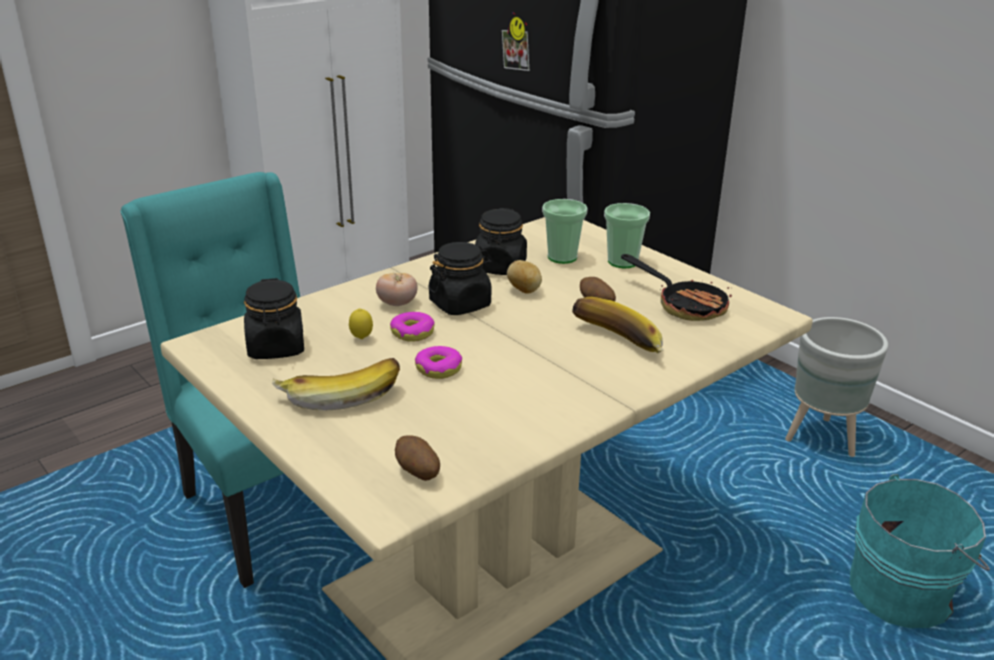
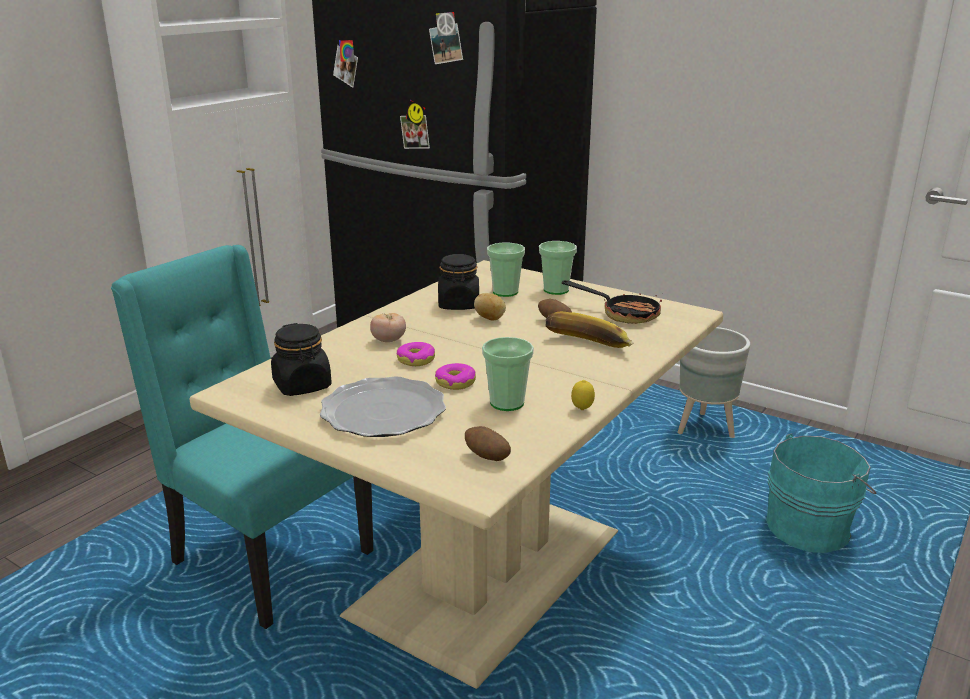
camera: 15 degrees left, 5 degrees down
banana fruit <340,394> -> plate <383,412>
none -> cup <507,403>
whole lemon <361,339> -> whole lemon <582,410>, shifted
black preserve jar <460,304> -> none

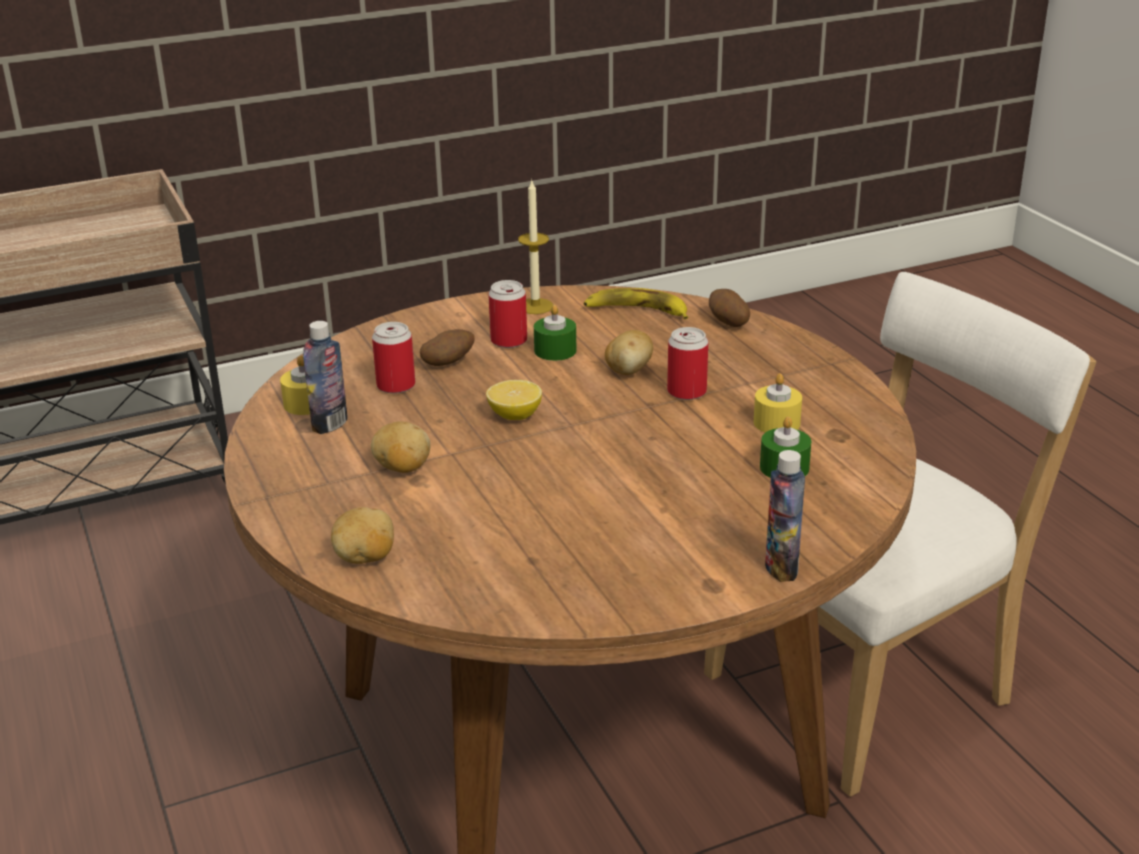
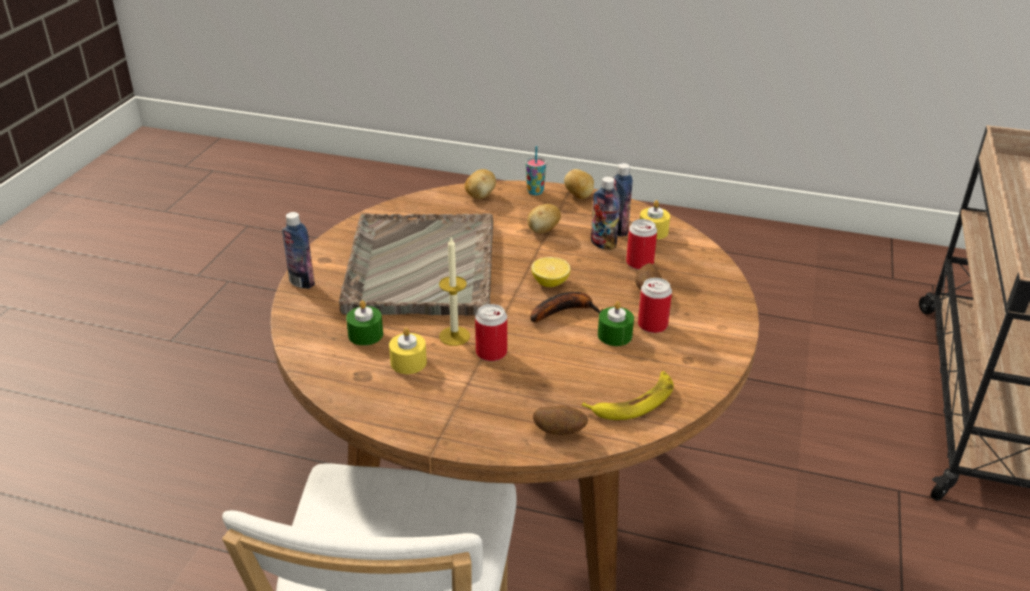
camera: 130 degrees right, 5 degrees up
none -> gray carrying tray <420,267>
wax candle <535,306> -> wax candle <454,336>, shifted
none -> cup <535,192>
none -> banana fruit <564,311>
potato <629,371> -> potato <579,196>, shifted
none -> beverage bottle <603,244>

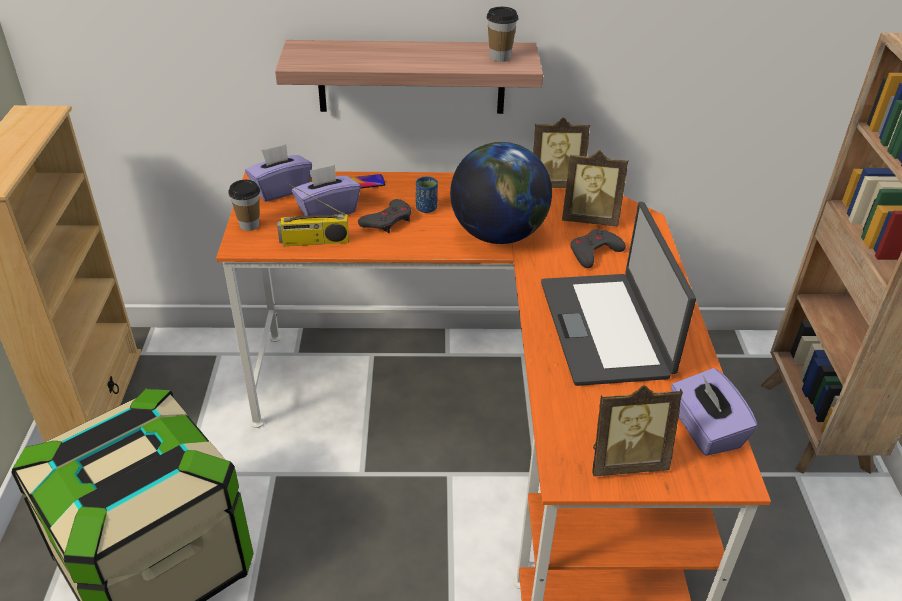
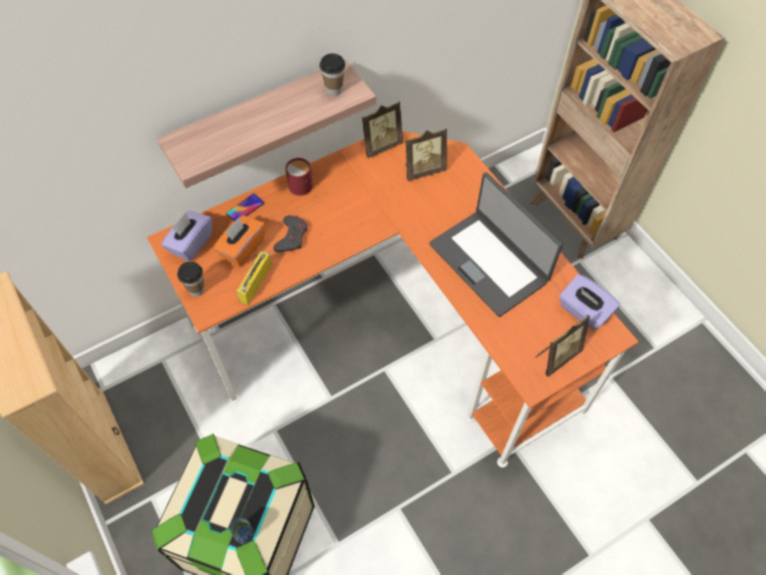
camera: 30 degrees left, 20 degrees up
purple tissue box <327,211> -> orangey tissue box <242,248>
bluish cup <426,208> -> bluish cup <244,534>, shifted
radio receiver <314,241> -> radio receiver <255,282>, 150 degrees clockwise
none -> red-coloured tea mug <302,184>
desk globe <498,234> -> none
gray gamepad <594,252> -> none

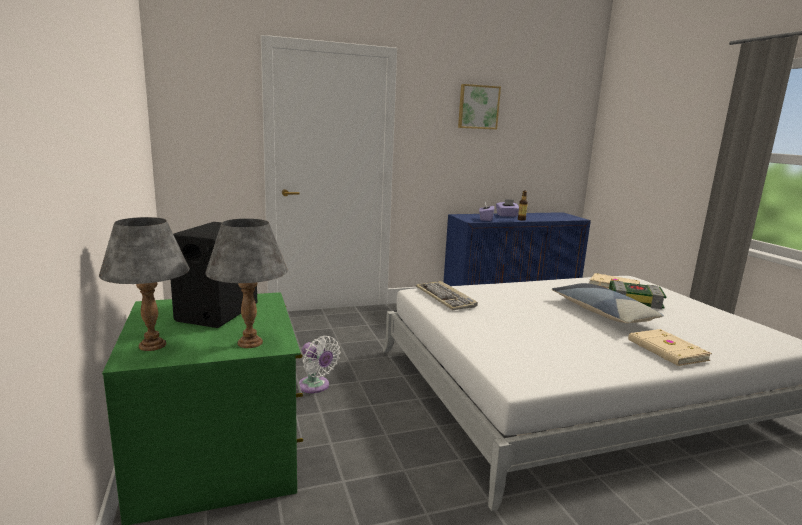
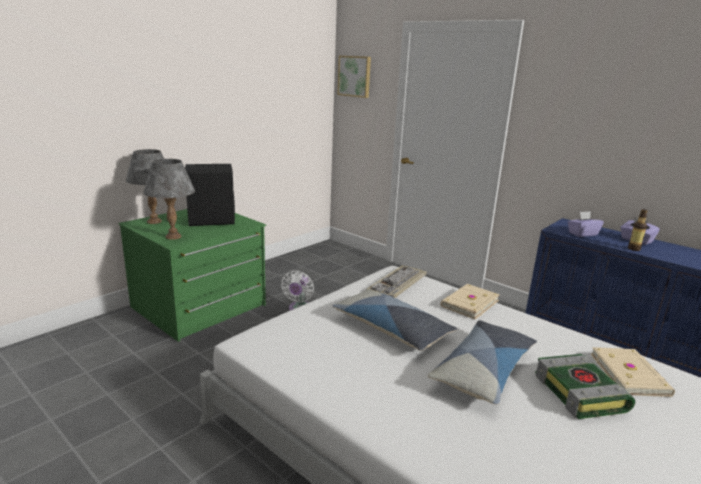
camera: 60 degrees right, 5 degrees up
none -> throw pillow <391,329>
wall picture <478,107> -> wall picture <355,76>, shifted
beige volume <666,350> -> beige volume <468,303>, shifted

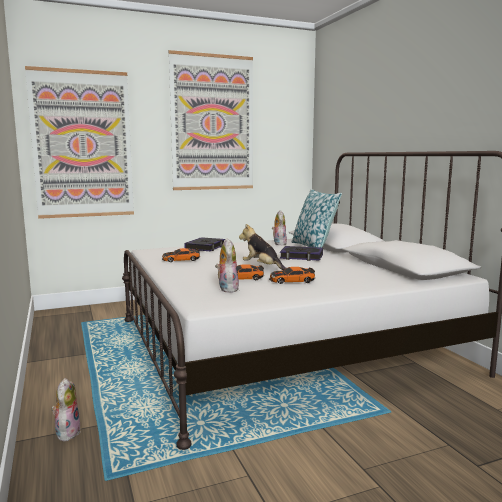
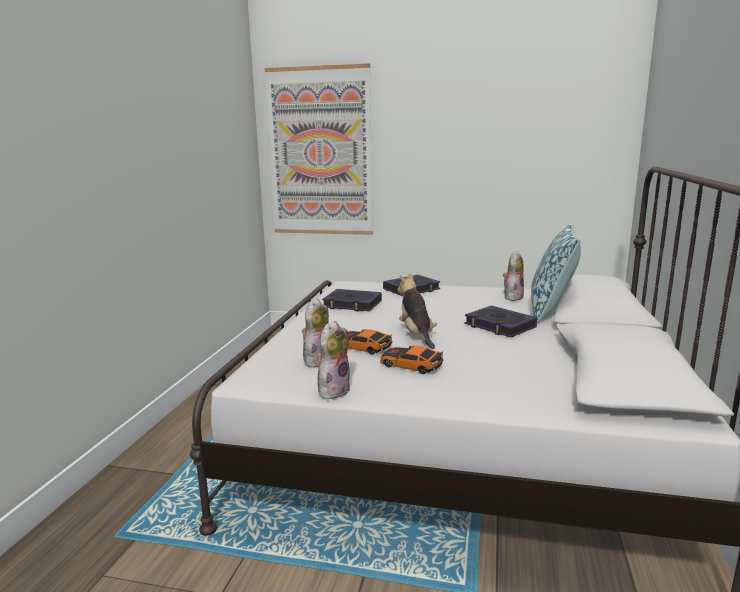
camera: 35 degrees right, 5 degrees up
plush toy <67,432> -> plush toy <333,390>, shifted
model car <181,259> -> volume <352,304>
wall picture <212,123> -> none

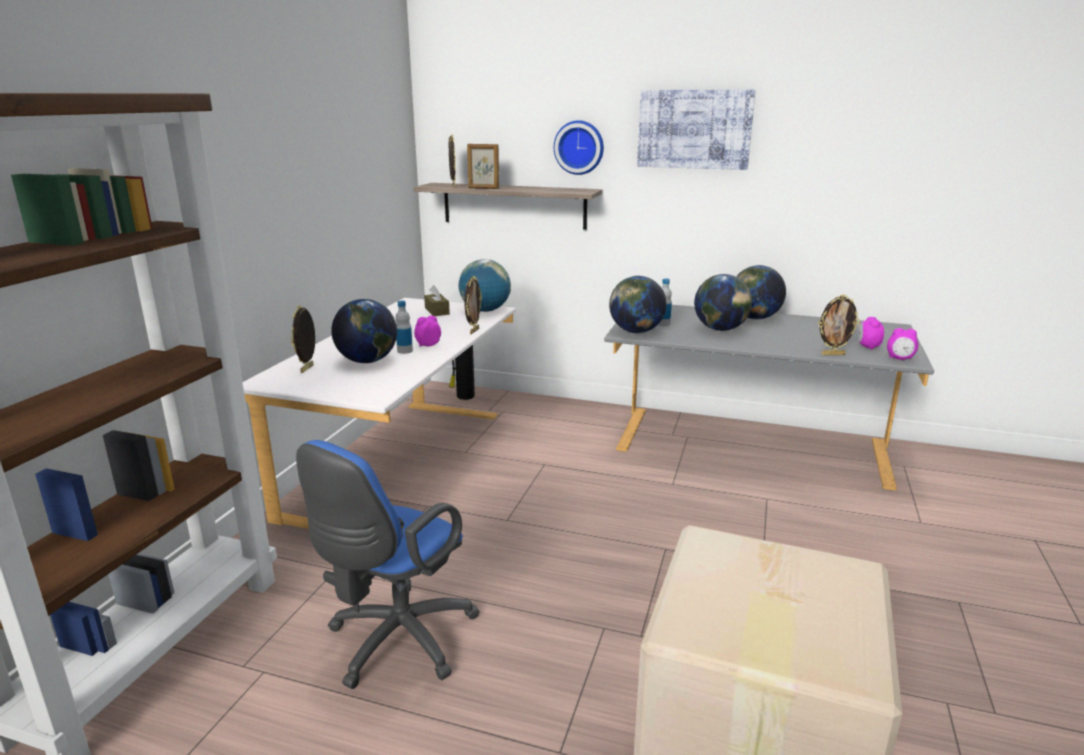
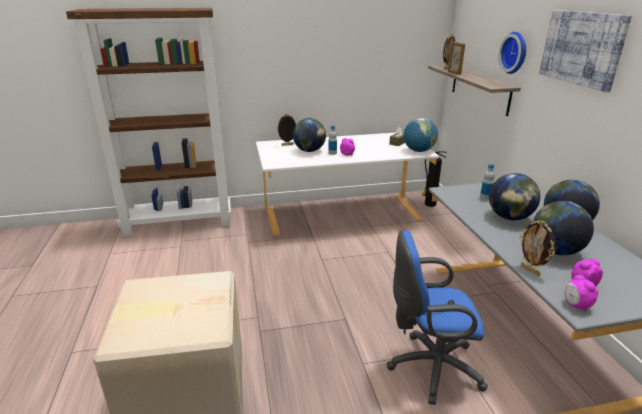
camera: 60 degrees right, 5 degrees up
bluish computer chair <396,643> -> bluish computer chair <430,367>, shifted
desk globe <636,332> -> desk globe <555,251>, shifted
photo frame <473,331> -> none

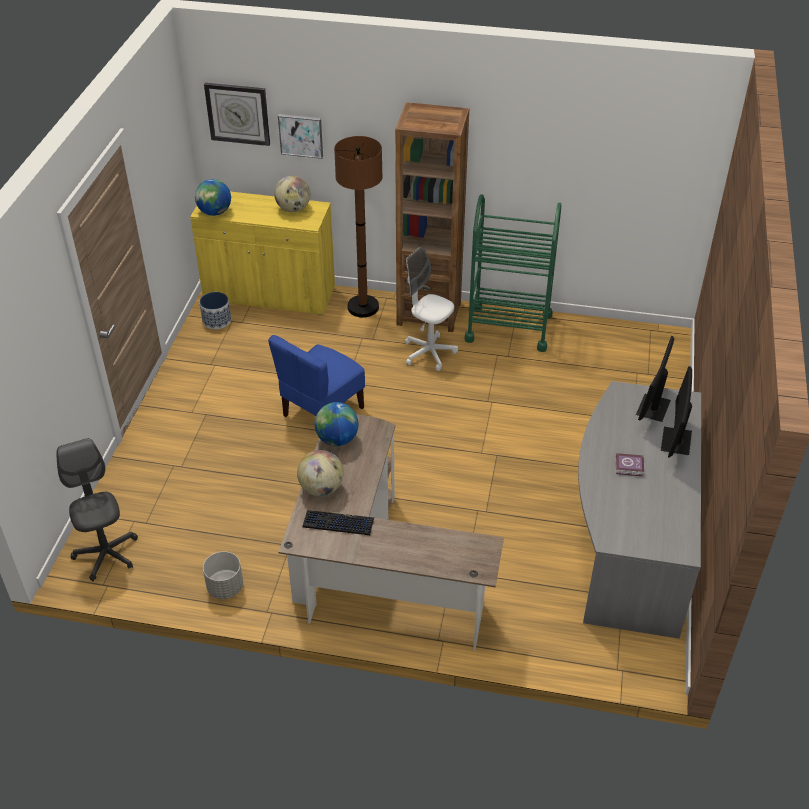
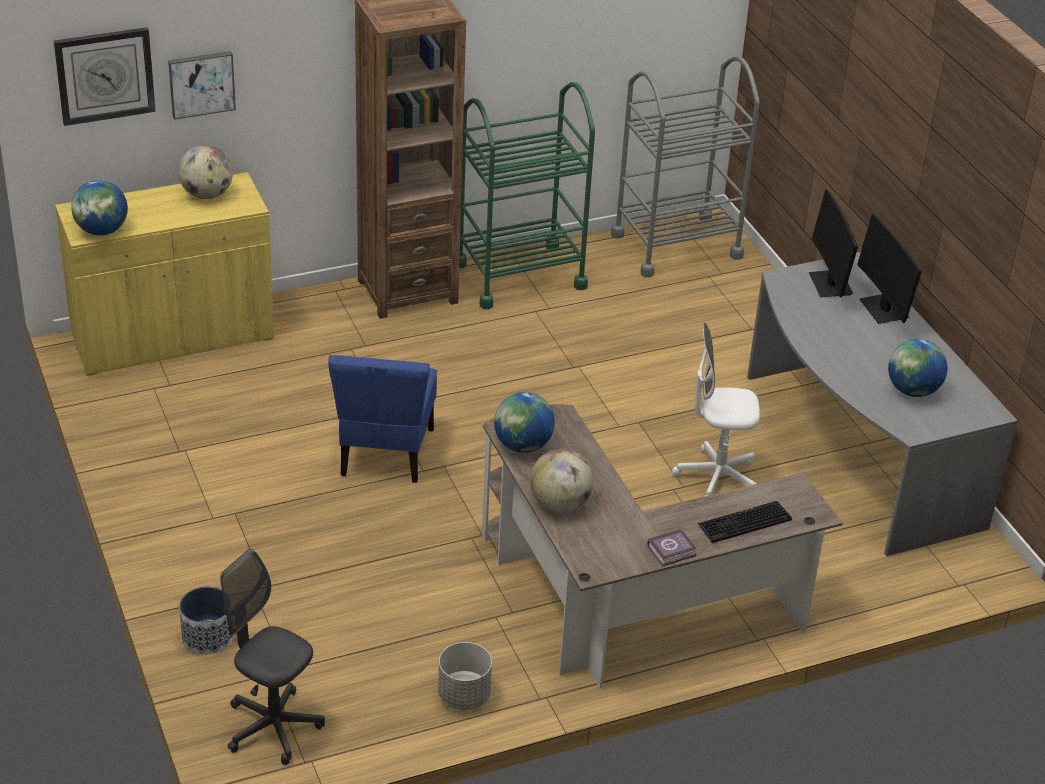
camera: 35 degrees left, 5 degrees down
plant pot <217,320> -> plant pot <207,637>, shifted
none -> gray wheeled cart <676,245>
volume <630,467> -> volume <672,551>, shifted
white-coloured computer chair <429,353> -> white-coloured computer chair <716,478>, shifted
keyboard <338,523> -> keyboard <744,523>, shifted
none -> desk globe <912,391>
brown-coloured standard lamp <363,307> -> none

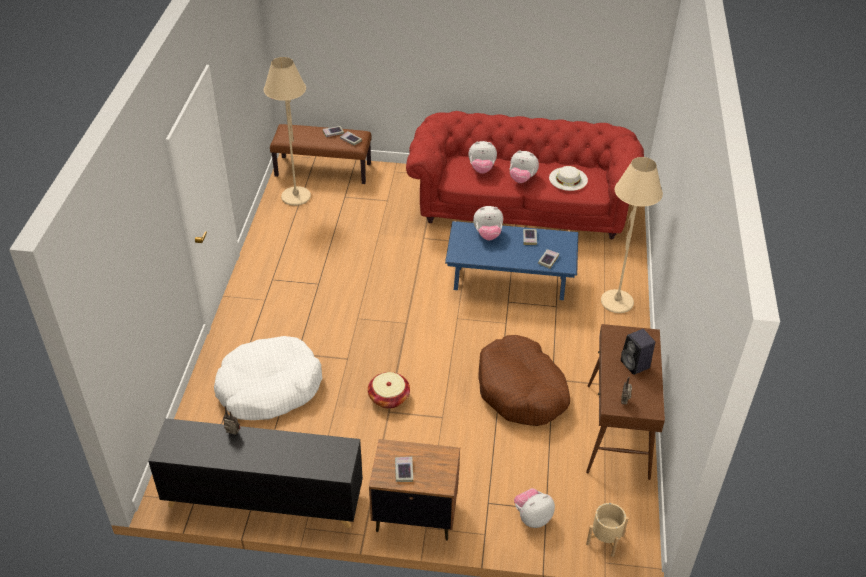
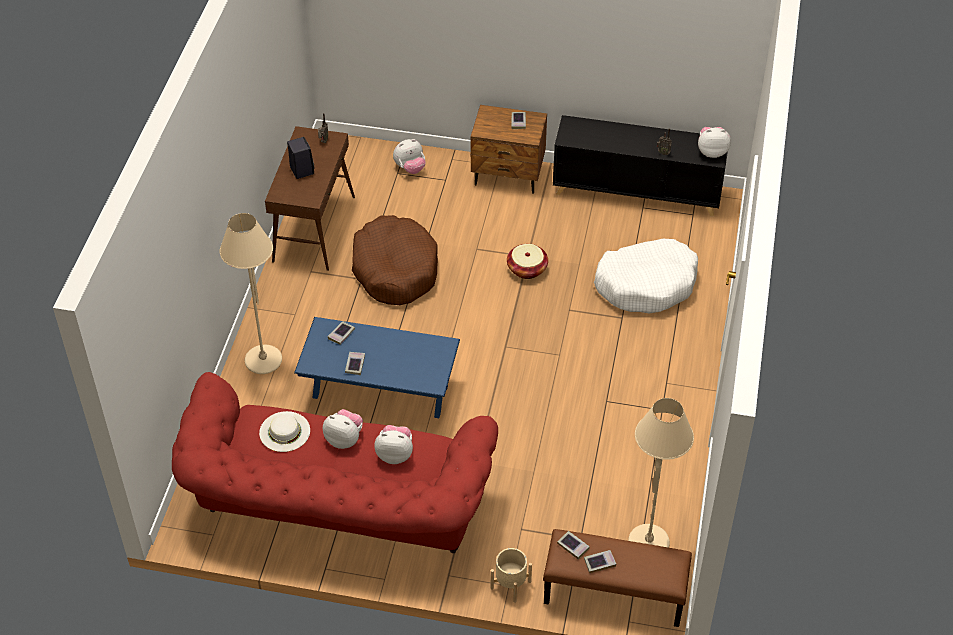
camera: 175 degrees left, 5 degrees up
beige plant pot <604,539> -> beige plant pot <511,585>, shifted
plush toy <487,235> -> plush toy <712,152>, shifted

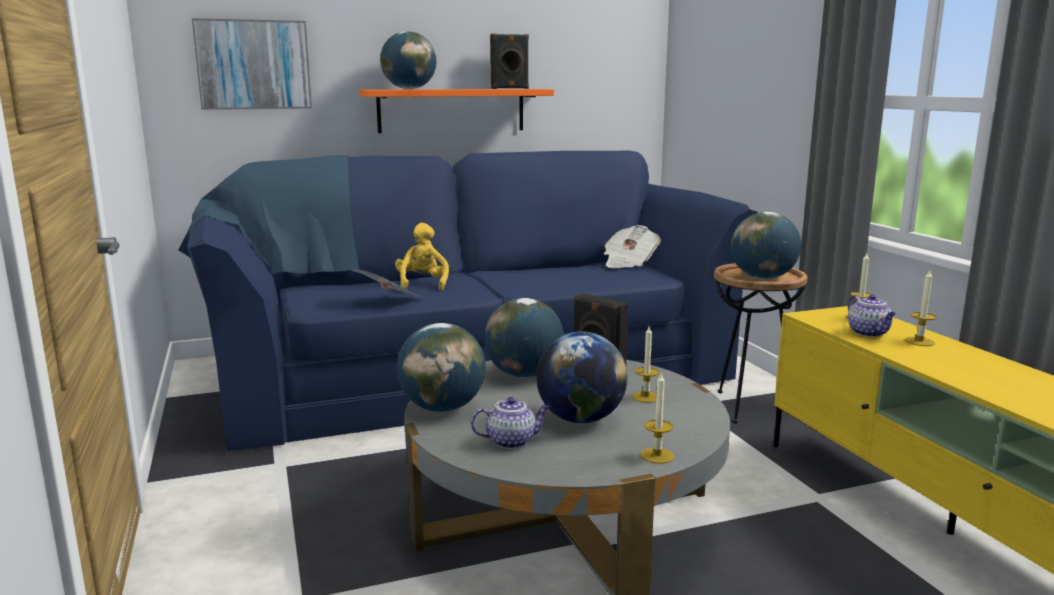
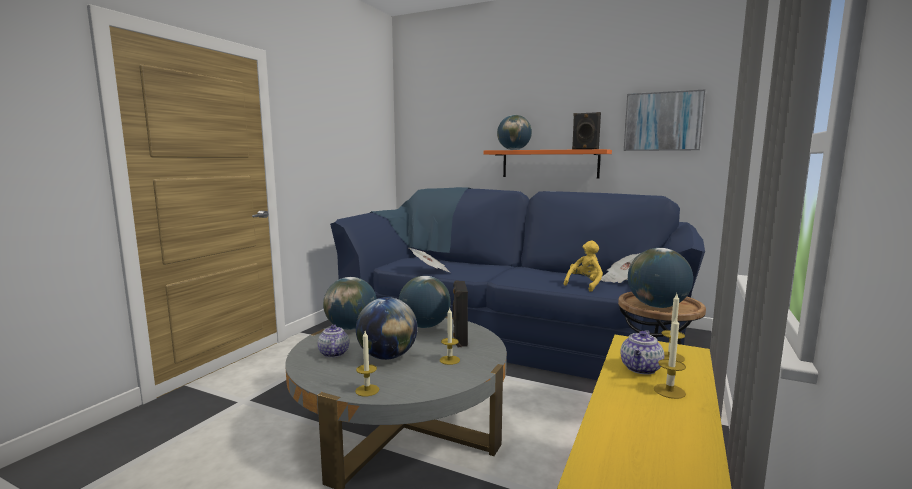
camera: 45 degrees right, 5 degrees down
tea pot <512,441> -> tea pot <333,353>, 135 degrees counterclockwise
yellowish plush toy <422,284> -> yellowish plush toy <585,285>, shifted
wall picture <253,65> -> wall picture <662,121>, shifted

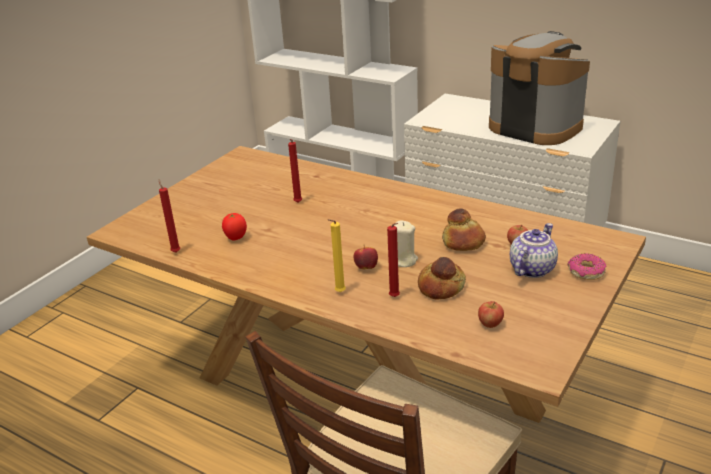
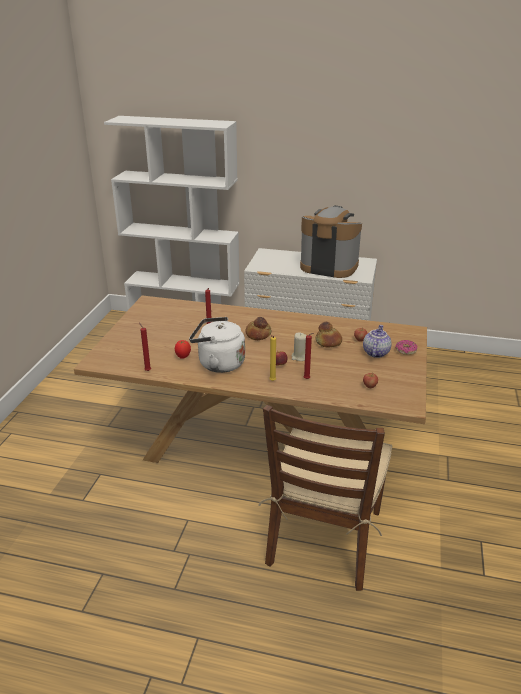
camera: 20 degrees left, 0 degrees up
none -> white-coloured kettle <218,363>
bakery bread <441,287> -> bakery bread <258,334>, shifted

